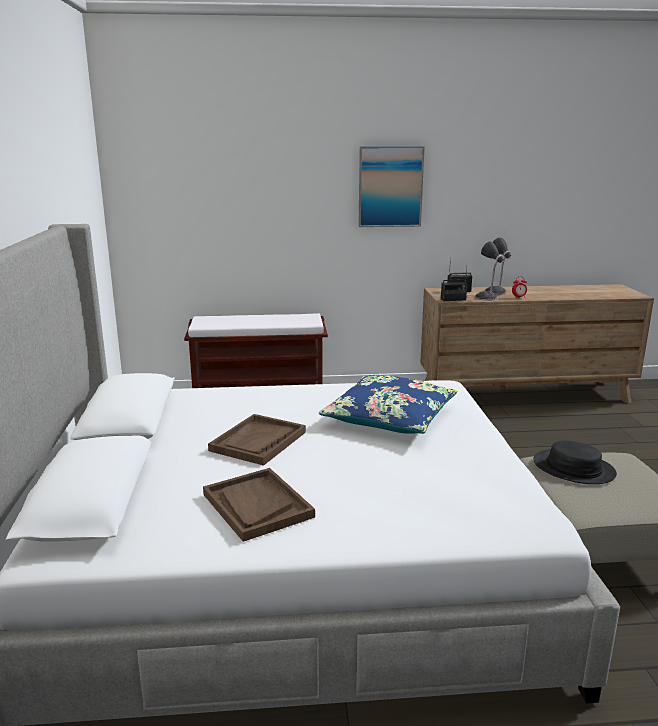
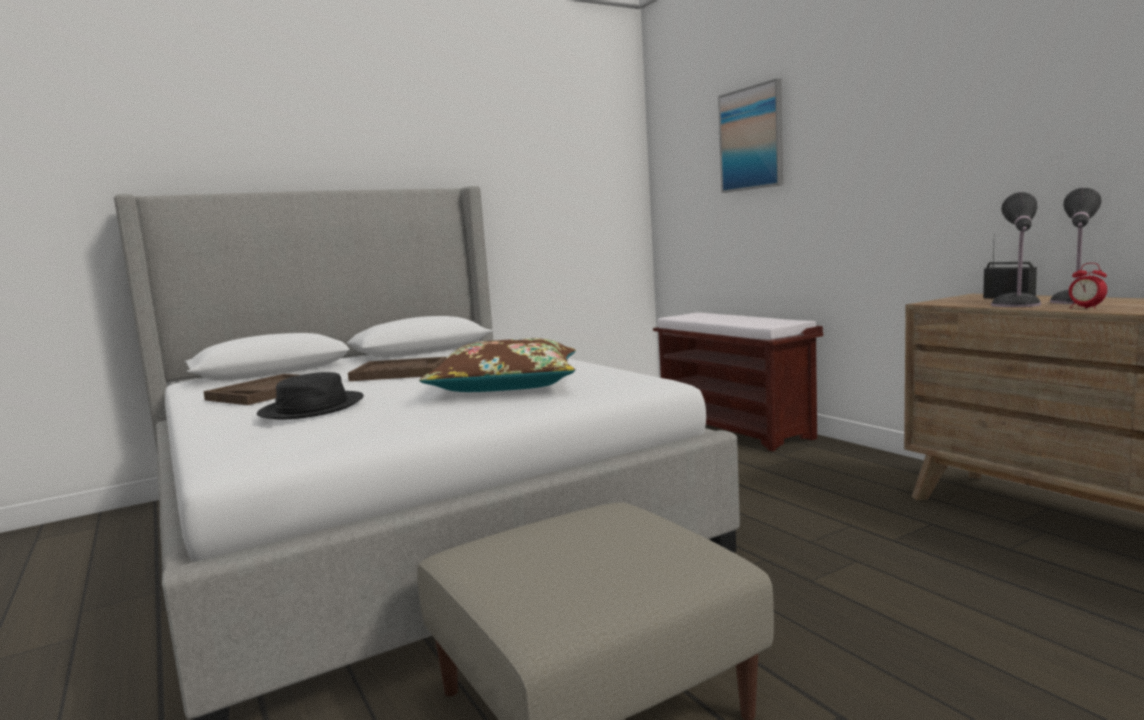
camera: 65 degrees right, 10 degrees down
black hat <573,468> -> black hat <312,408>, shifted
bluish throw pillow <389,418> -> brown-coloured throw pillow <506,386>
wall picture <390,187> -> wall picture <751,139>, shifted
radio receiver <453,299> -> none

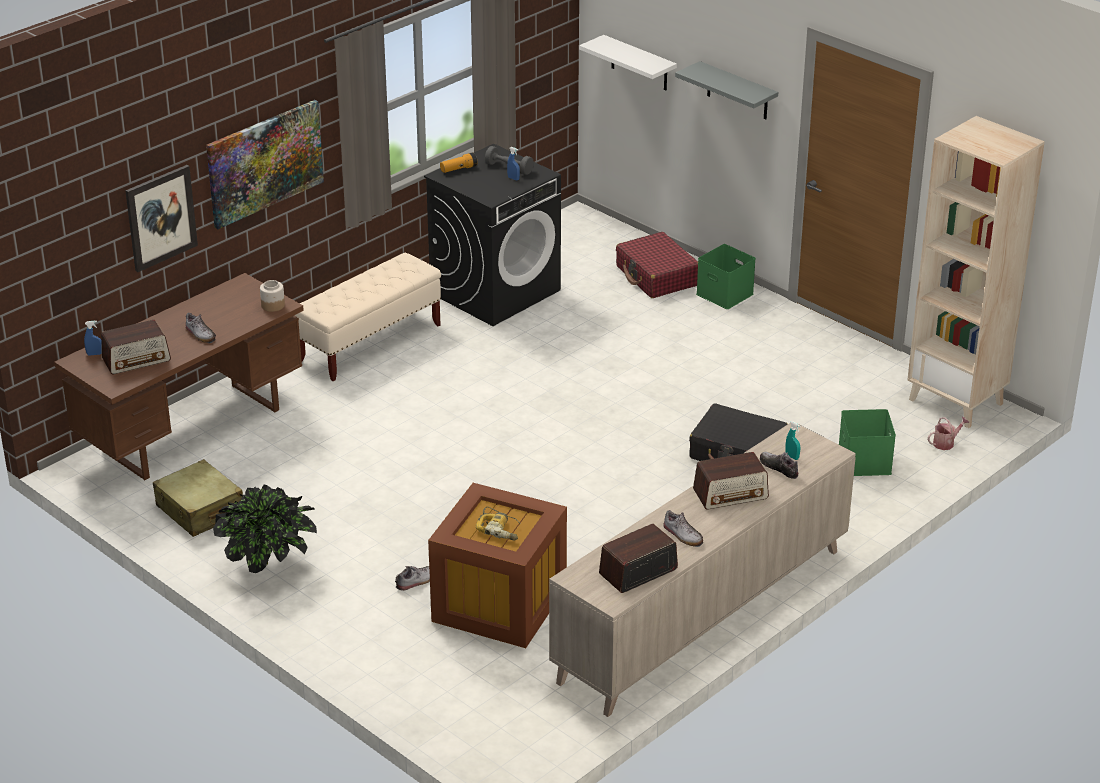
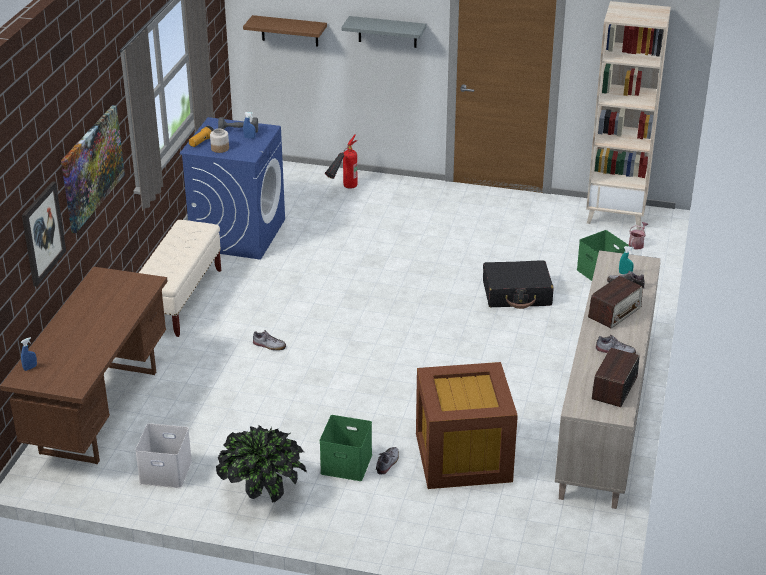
camera: 30 degrees left, 0 degrees up
beige piece of luggage <200,510> -> white-coloured storage bin <167,471>
black laundry appliance <495,291> -> bluish laundry appliance <238,234>
preserve jar <272,305> -> preserve jar <219,148>, shifted
white-coloured wall shelf <639,63> -> brown-coloured wall shelf <289,31>
item of footwear <200,334> -> item of footwear <269,345>, shifted
greenish storage bin <723,294> -> greenish storage bin <345,464>, shifted
red-coloured piece of luggage <657,276> -> extinguisher <343,191>
radio receiver <137,360> -> none
electric drill <500,529> -> none

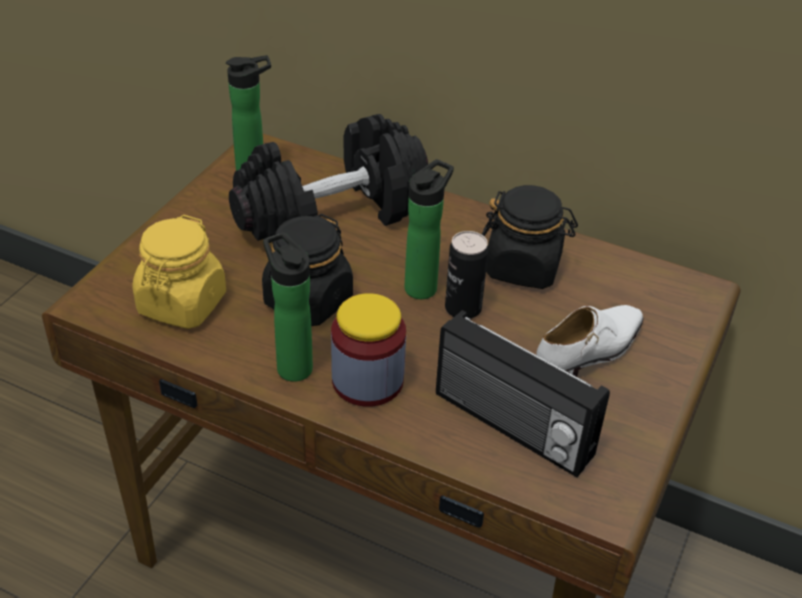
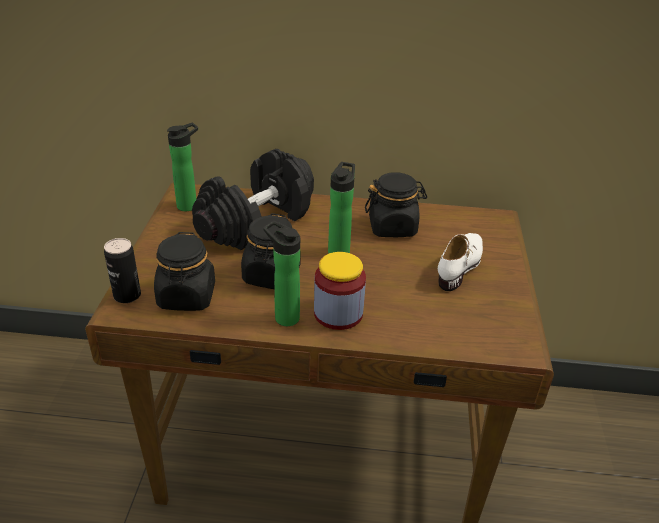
camera: 20 degrees left, 5 degrees down
metal can <463,308> -> metal can <127,295>, shifted
yellowish preserve jar <182,304> -> black preserve jar <187,297>
radio receiver <511,427> -> none

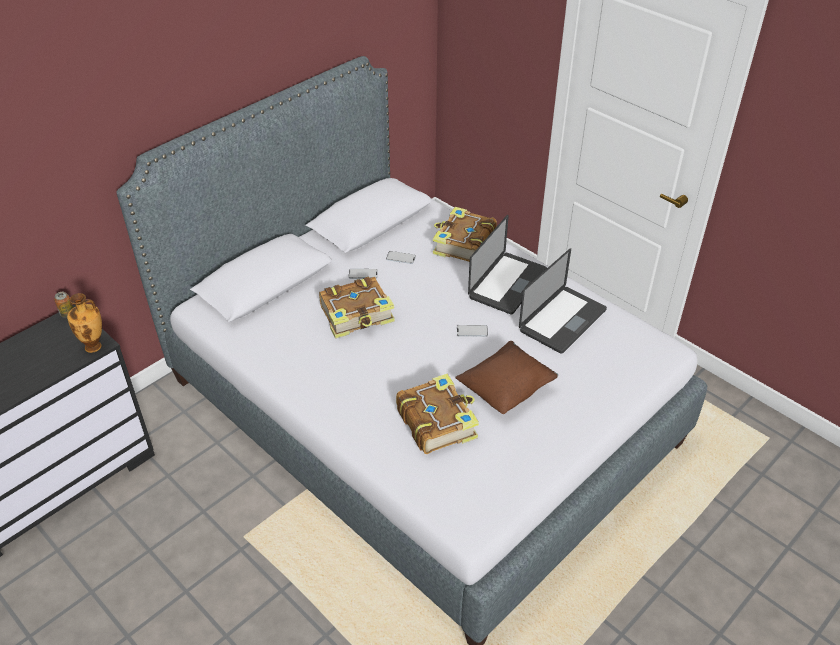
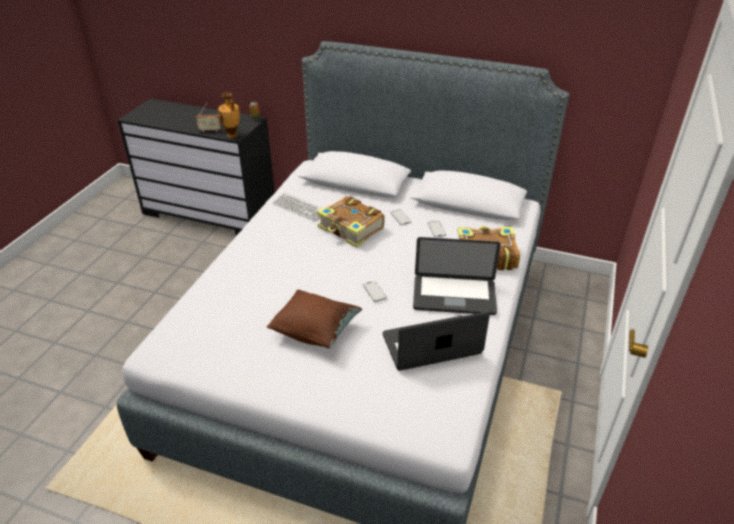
camera: 65 degrees right, 5 degrees down
none -> radio receiver <210,130>
none -> keyboard <299,207>
notebook computer <562,320> -> notebook computer <431,345>, 150 degrees clockwise
volume <437,421> -> none

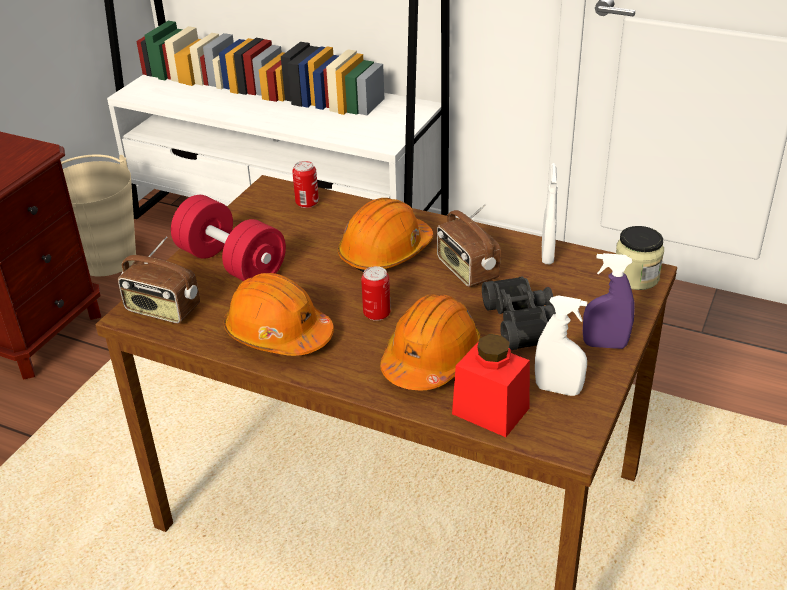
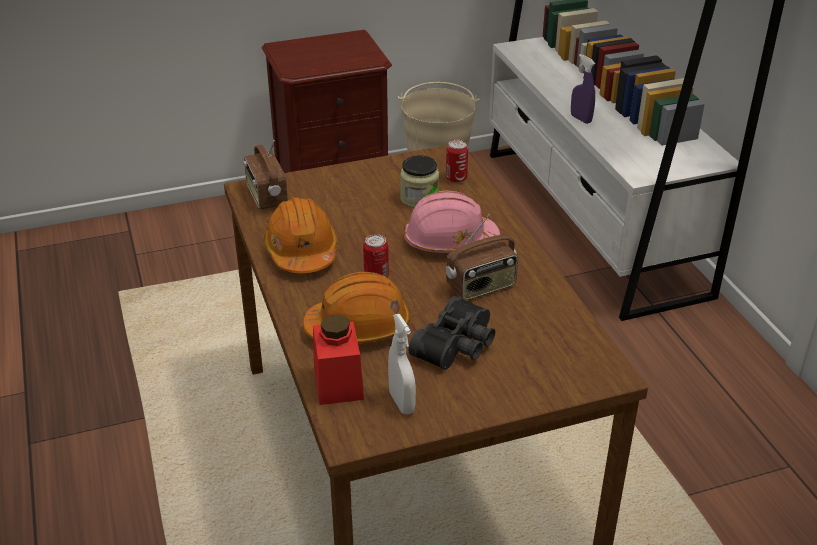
camera: 45 degrees right, 0 degrees up
preserve jar <635,277> -> preserve jar <419,199>, shifted
orangey safety helmet <385,252> -> pink-coloured safety helmet <449,241>
radio receiver <466,270> -> radio receiver <481,287>, 135 degrees counterclockwise
purple spray bottle <605,345> -> purple spray bottle <580,119>, shifted
red-coloured hand weight <231,263> -> none
white-coloured spray bottle <547,255> -> none

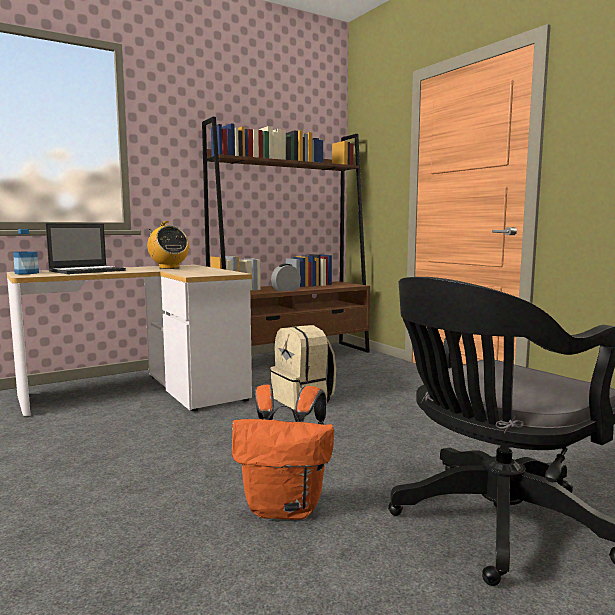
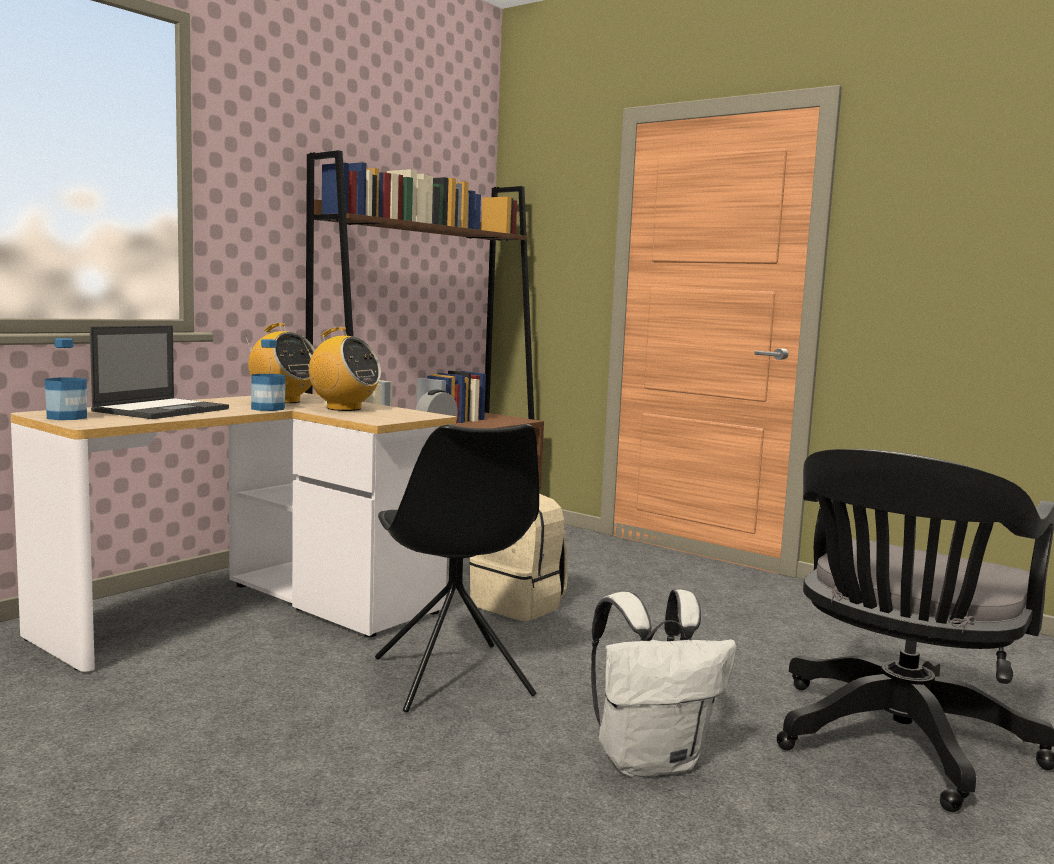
camera: 20 degrees left, 0 degrees up
none -> beverage bottle <268,408>
none -> radio receiver <343,408>
none -> black plain chair <452,678>
orangey backpack <286,508> -> white-coloured backpack <650,760>

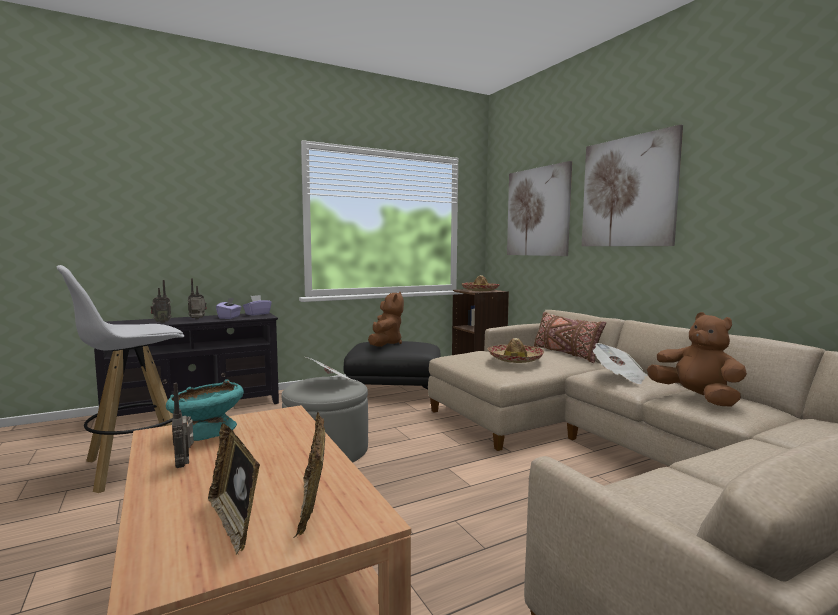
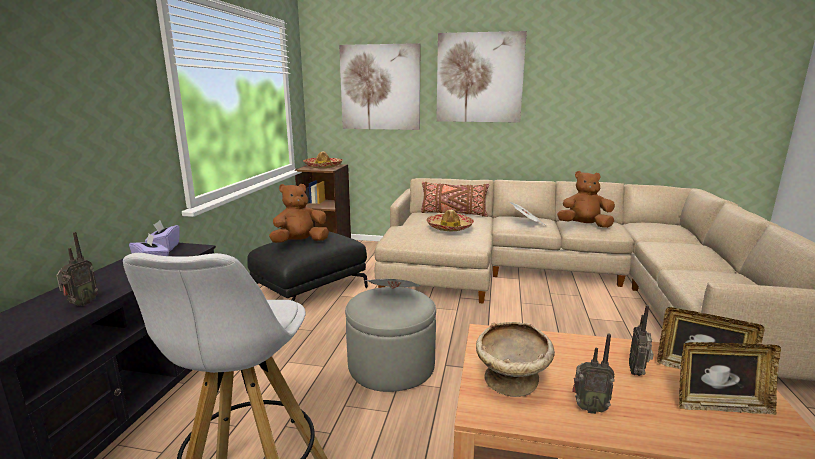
camera: 50 degrees left, 10 degrees up
brown-coloured plush toy <385,343> -> brown-coloured plush toy <300,242>, 75 degrees counterclockwise
blue-green deep dish <207,434> -> beige deep dish <512,383>
radio receiver <198,319> -> radio receiver <637,372>, shifted

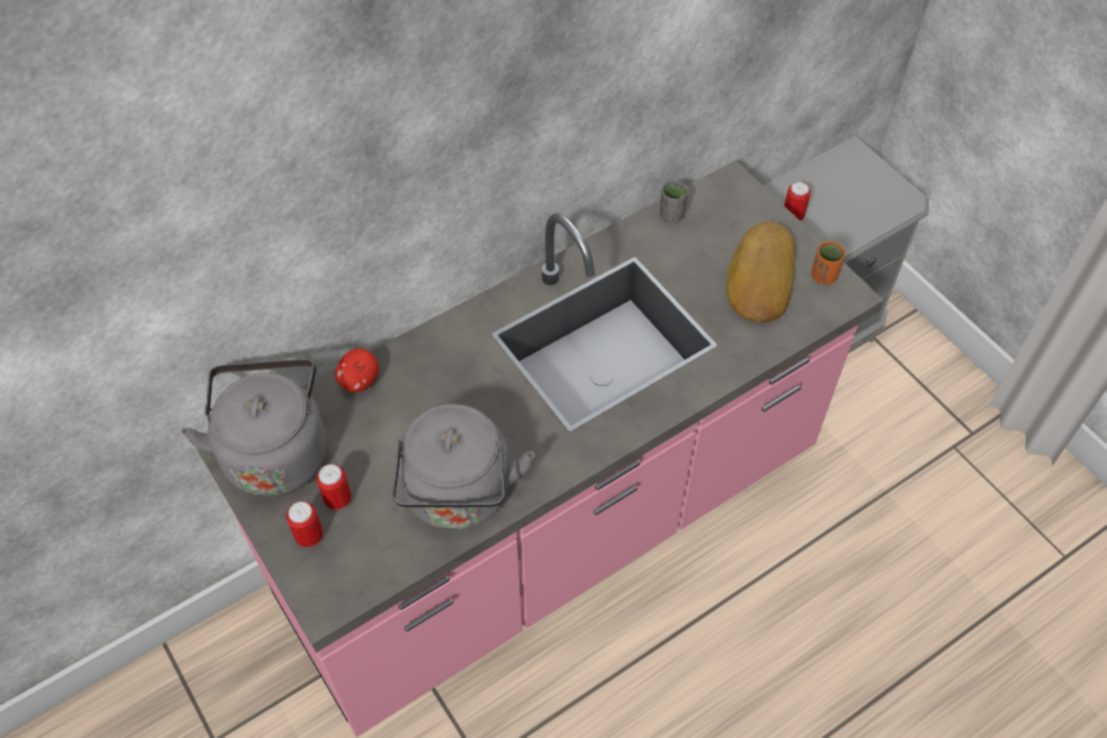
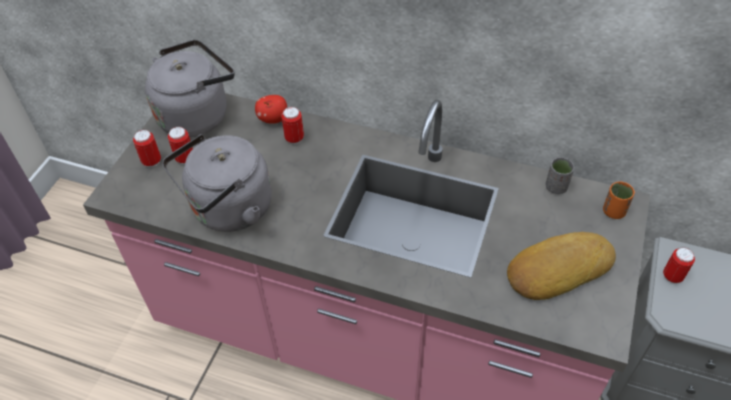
camera: 55 degrees right, 5 degrees down
none -> metal can <294,138>
orangey cup <824,276> -> orangey cup <613,211>, shifted

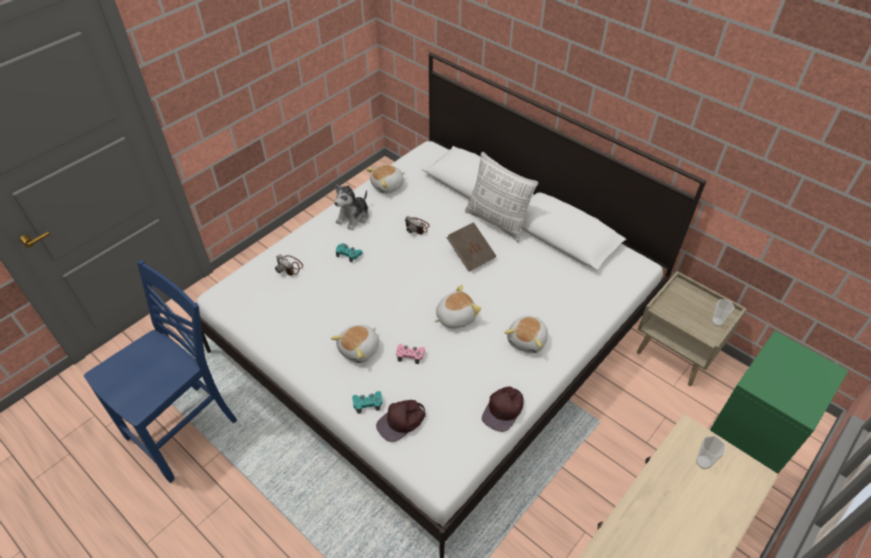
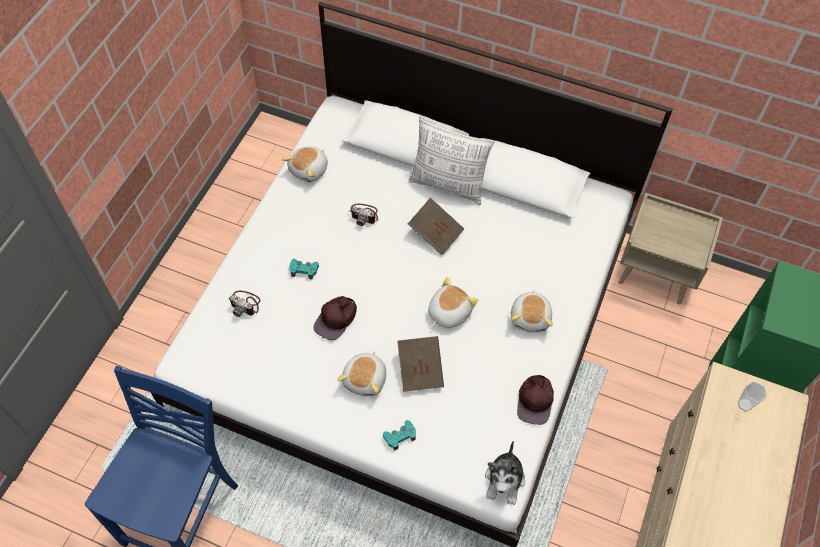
camera: 20 degrees left, 10 degrees up
brown-coloured cap <401,421> -> brown-coloured cap <336,319>, shifted
pink-coloured gamepad <410,355> -> brown-coloured volume <420,370>
plush toy <353,217> -> plush toy <504,480>, shifted
cup <717,322> -> none

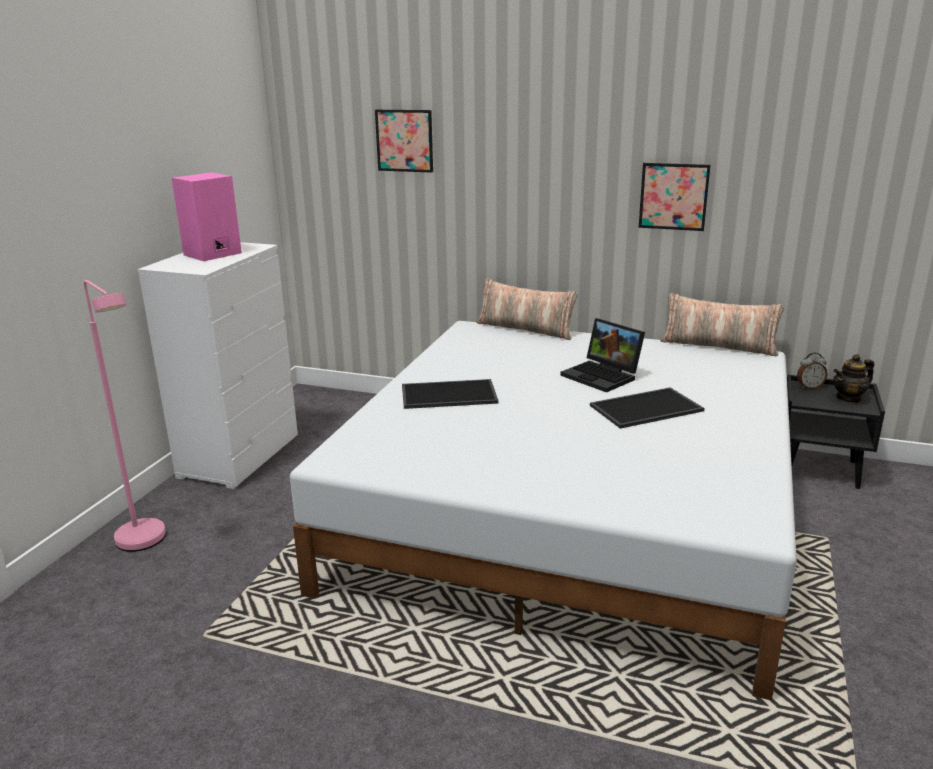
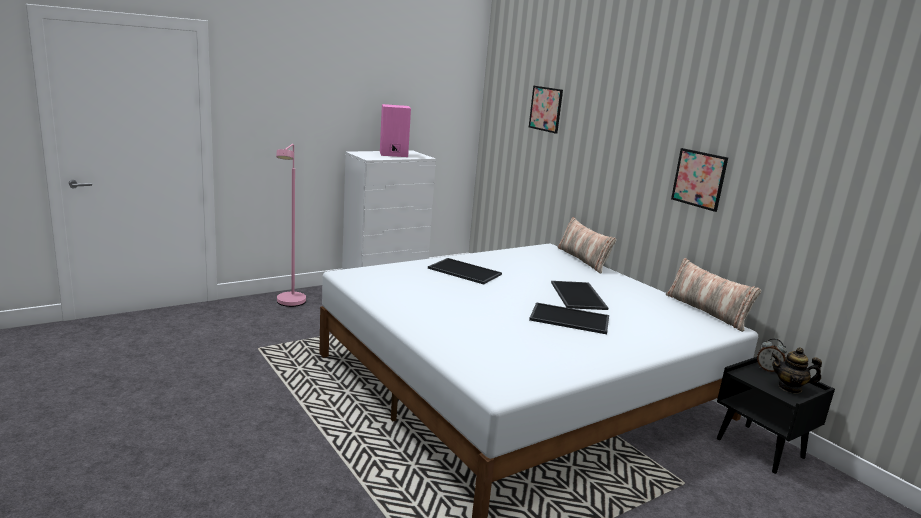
camera: 35 degrees right, 5 degrees down
notebook computer <603,376> -> carrying tray <579,296>

